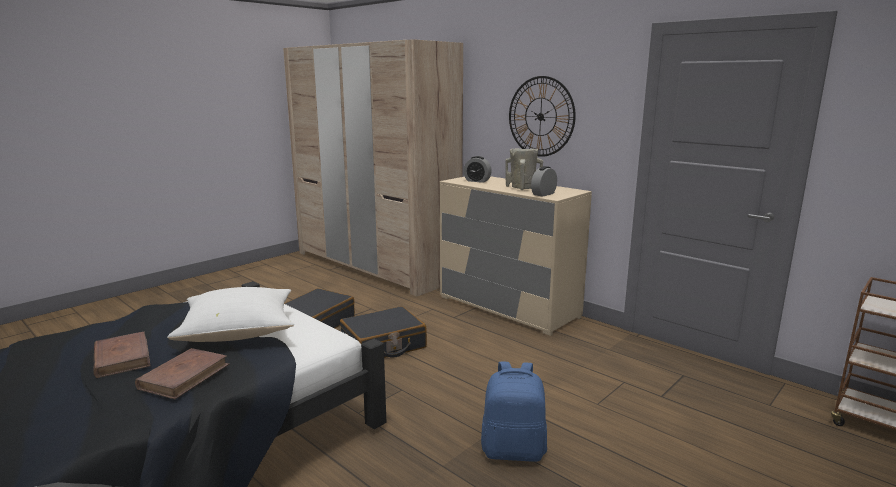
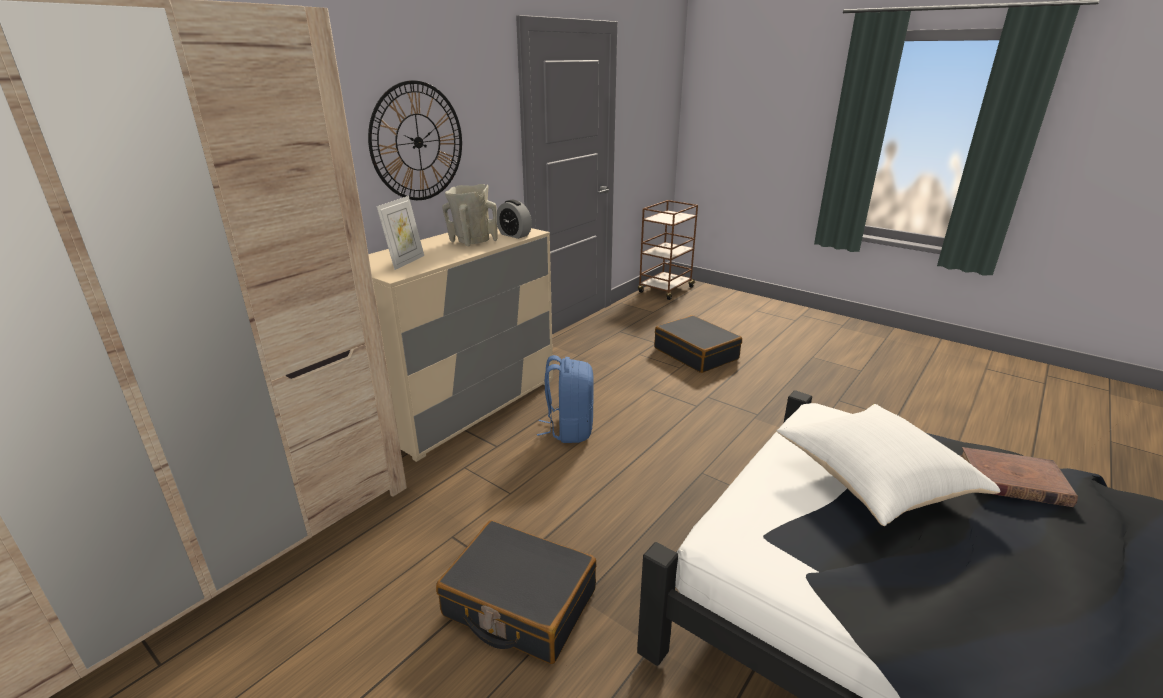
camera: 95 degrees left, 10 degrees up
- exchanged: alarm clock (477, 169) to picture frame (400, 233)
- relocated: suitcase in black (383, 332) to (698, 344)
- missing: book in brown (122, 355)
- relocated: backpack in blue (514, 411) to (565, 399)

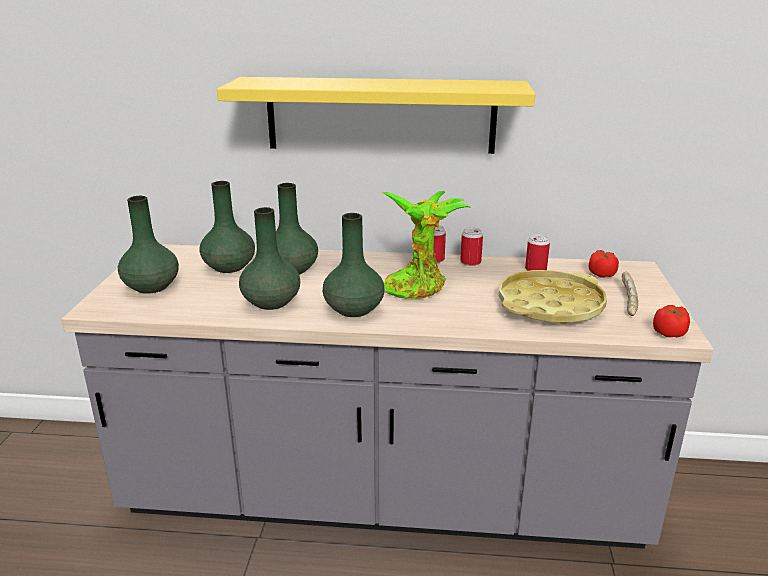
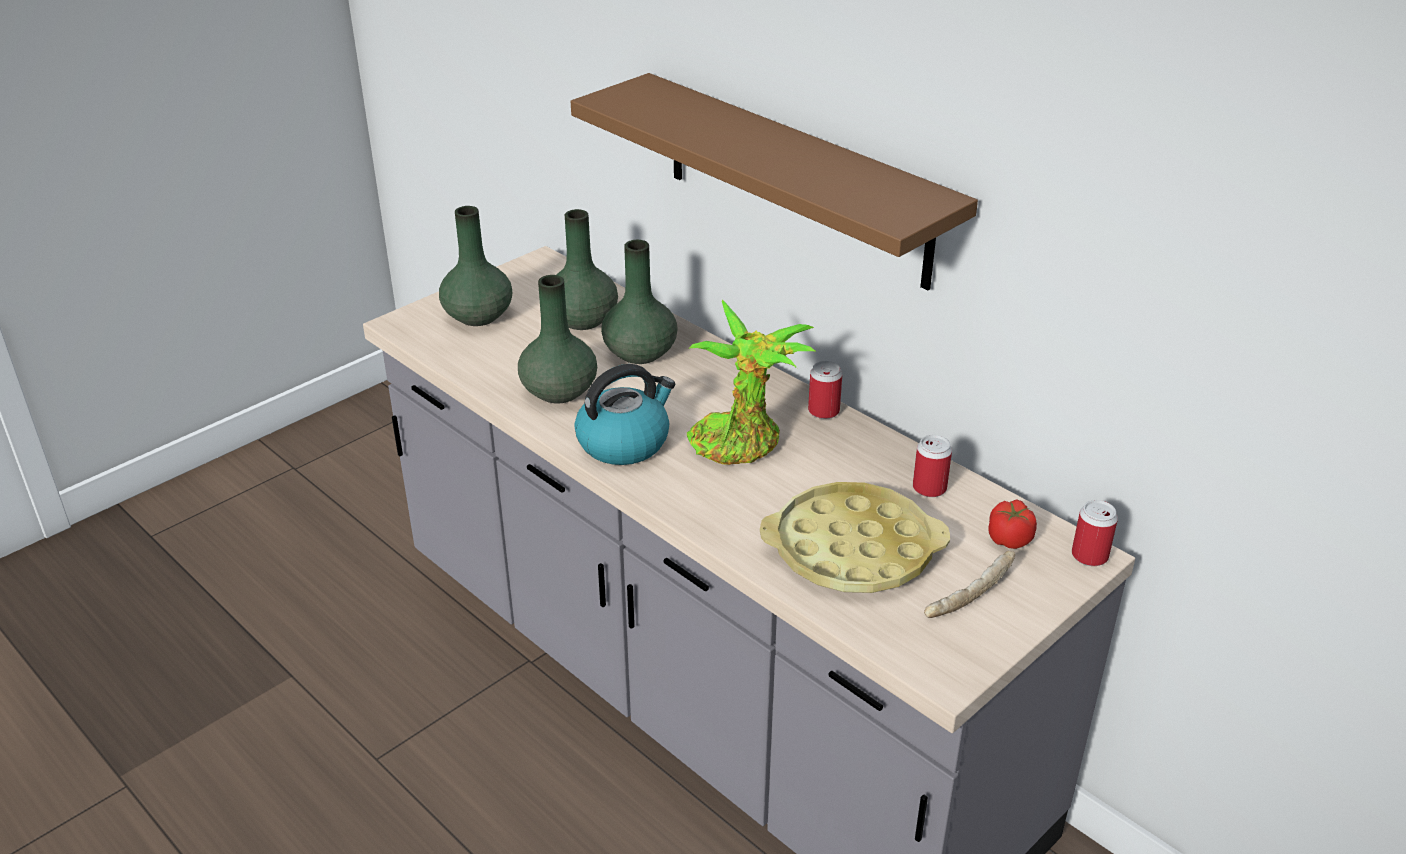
camera: 40 degrees right, 10 degrees up
- colour: shelf in yellow (376, 115) to shelf in brown (774, 181)
- exchanged: vase in green (354, 265) to kettle (625, 414)
- relocated: can (471, 246) to (1095, 533)
- missing: tomato (671, 321)

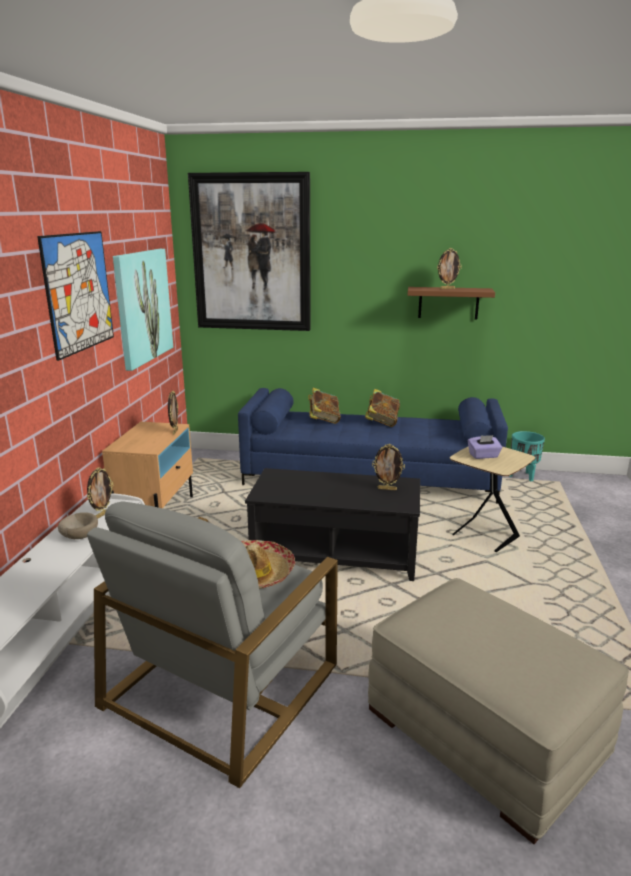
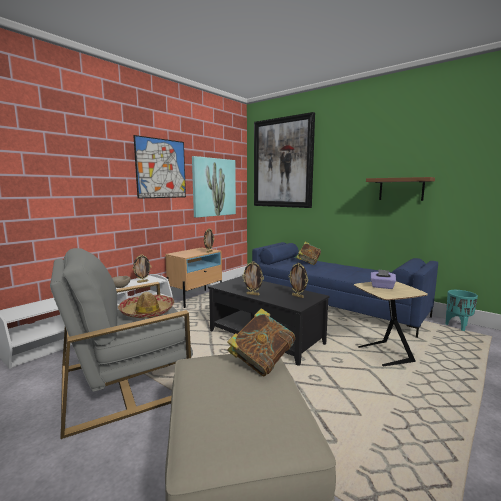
camera: 30 degrees right, 10 degrees down
- relocated: picture frame (449, 268) to (253, 278)
- relocated: book (382, 408) to (261, 342)

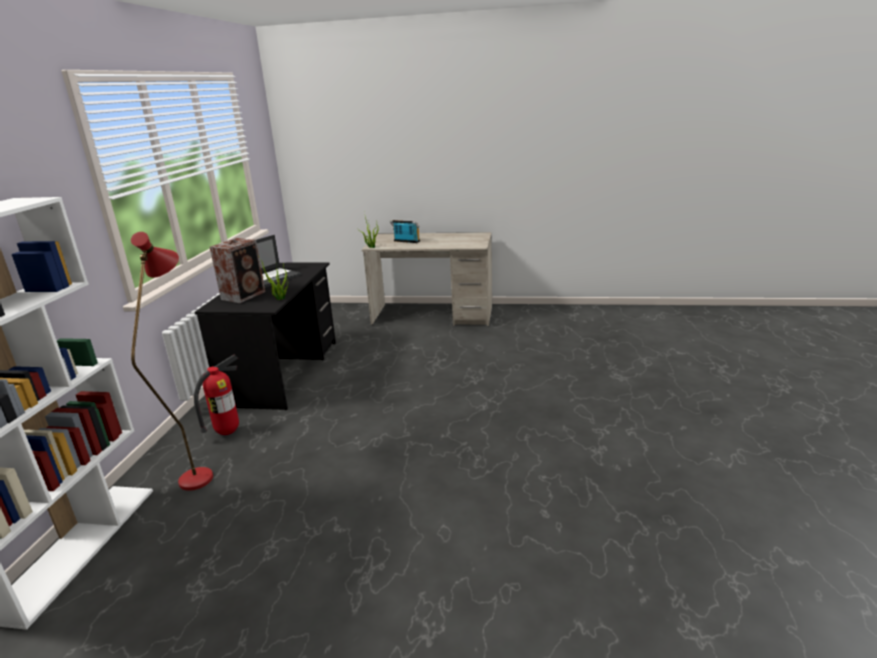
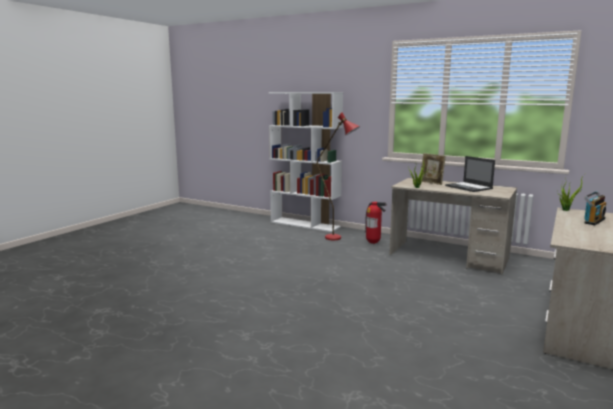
camera: 110 degrees right, 10 degrees down
- exchanged: speaker (237, 270) to picture frame (433, 169)
- colour: desk in black (265, 336) to desk in beige (453, 226)

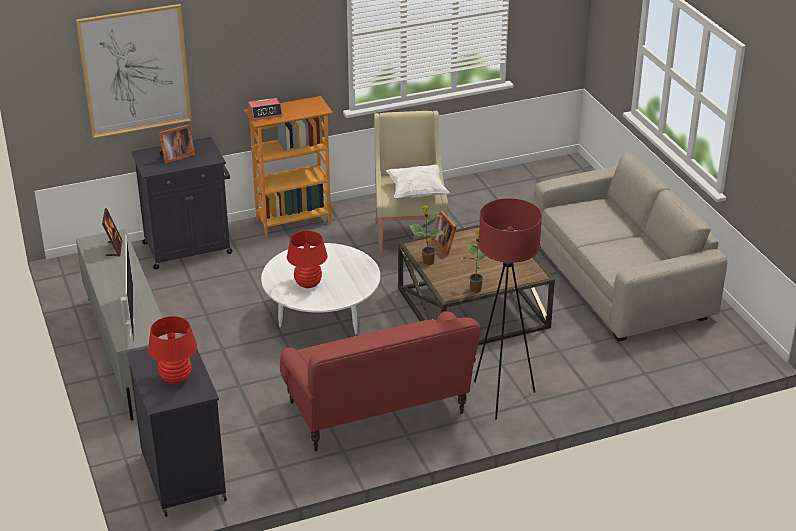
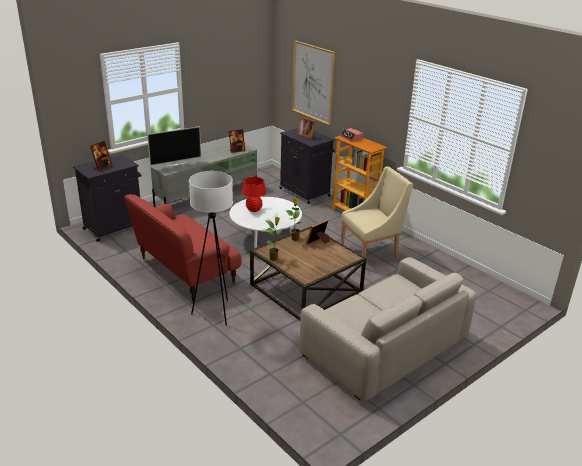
camera: 70 degrees right, 5 degrees down
- missing: pillow in white (418, 181)
- colour: floor lamp in red (508, 309) to floor lamp in white (211, 248)
- exchanged: table lamp in red (172, 350) to picture frame (101, 155)

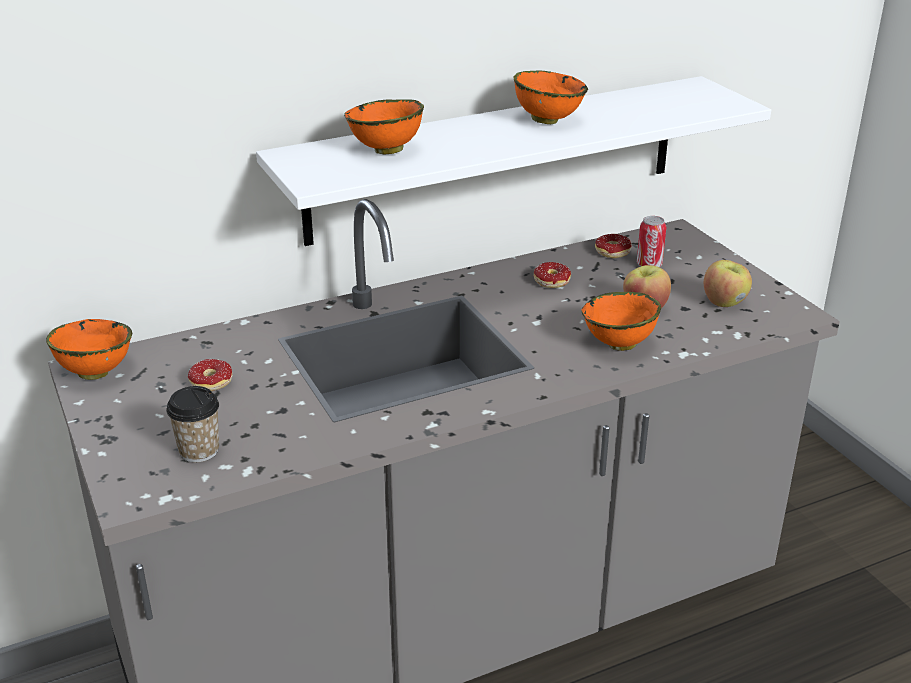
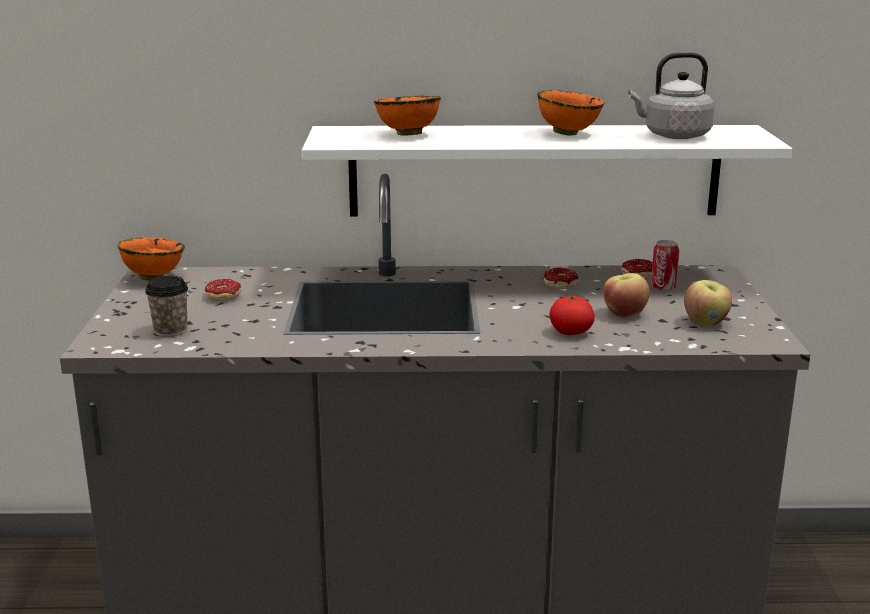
camera: 25 degrees right, 10 degrees down
- exchanged: bowl in orange (621, 321) to tomato (572, 315)
- appeared: kettle in grey (671, 95)

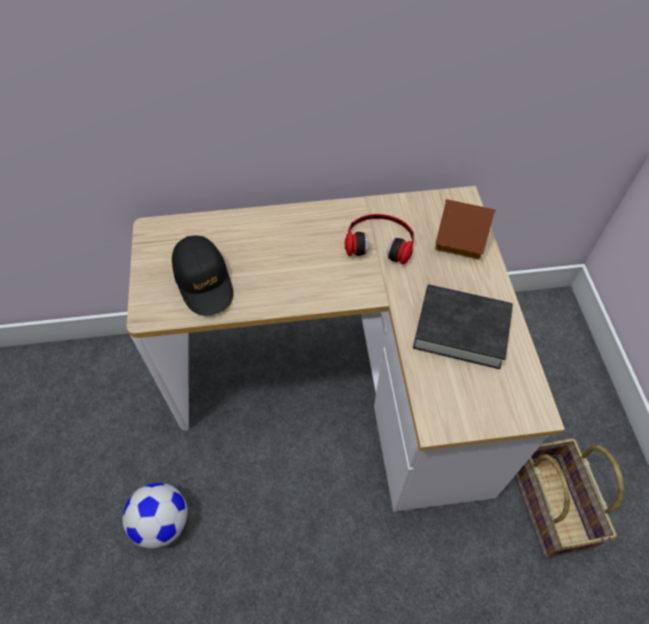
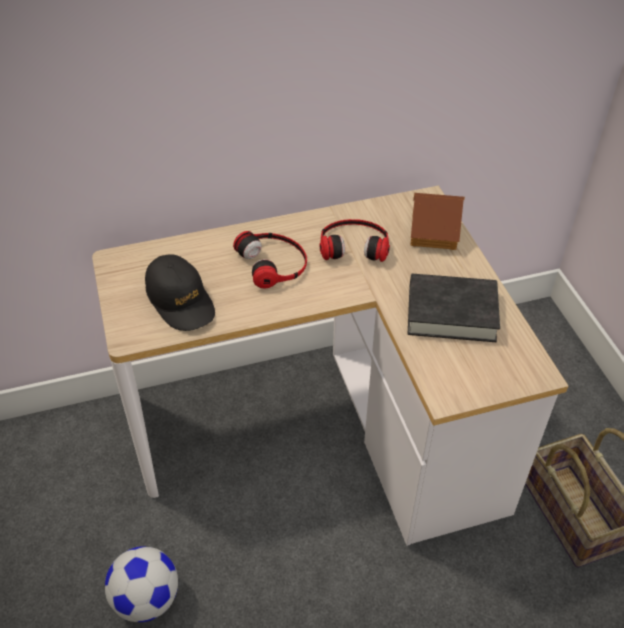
camera: 10 degrees left, 10 degrees down
- appeared: headphones (270, 259)

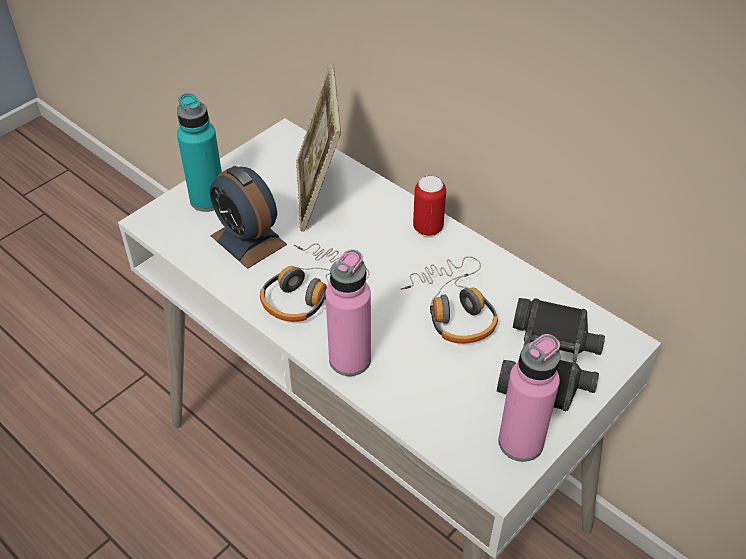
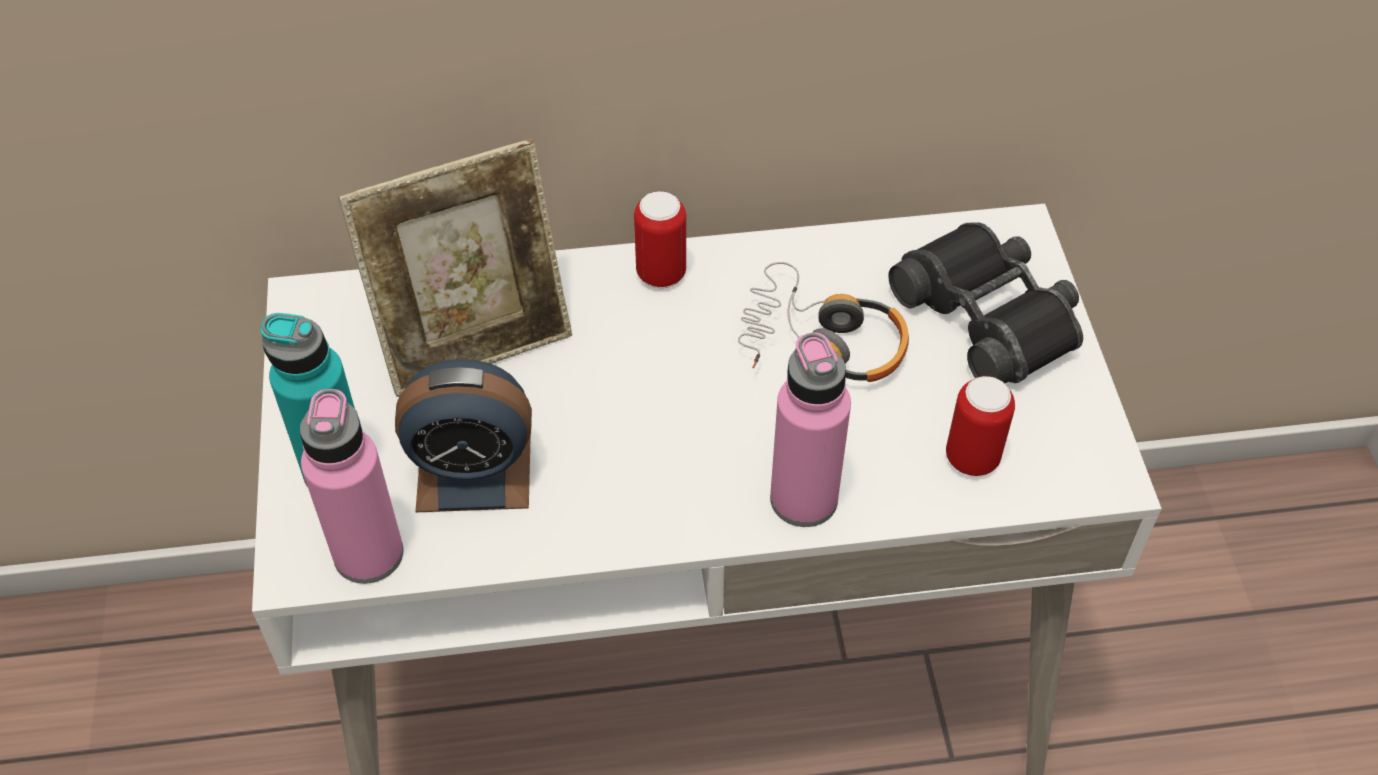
camera: 50 degrees left, 5 degrees up
- spun: picture frame (318, 147) = (455, 268) 60 degrees counterclockwise
- missing: headphones (315, 282)
- relocated: bottle in pink (529, 398) to (352, 486)
- appeared: can (980, 426)

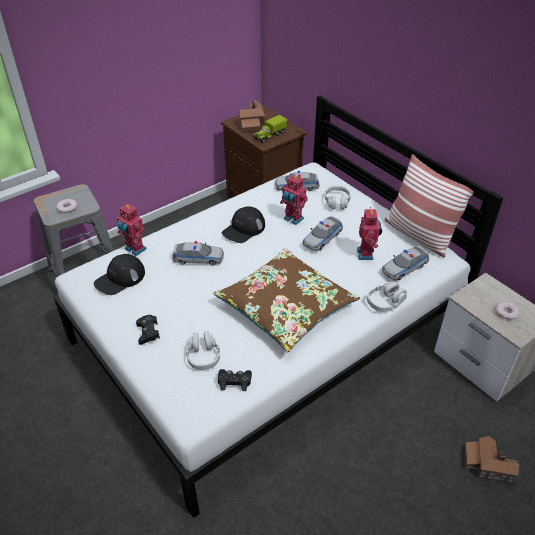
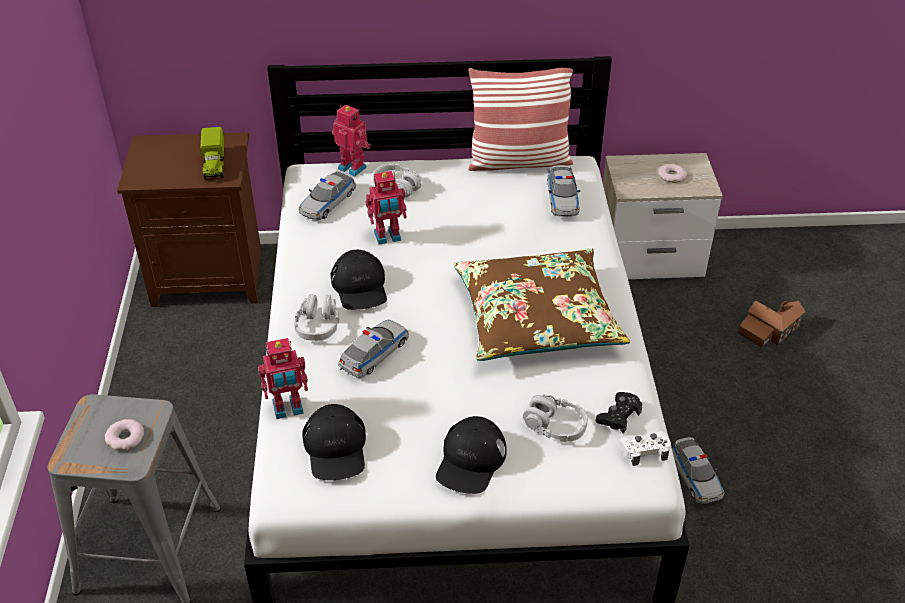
camera: 55 degrees left, 0 degrees up
- missing: toy house (252, 116)
- relocated: toy robot (369, 233) to (351, 141)
- relocated: toy car (323, 233) to (697, 470)
- relocated: headphones in grey (387, 297) to (317, 317)
- exchanged: game controller in black (148, 330) to cap in black (471, 455)
- appeared: game controller in white (645, 448)

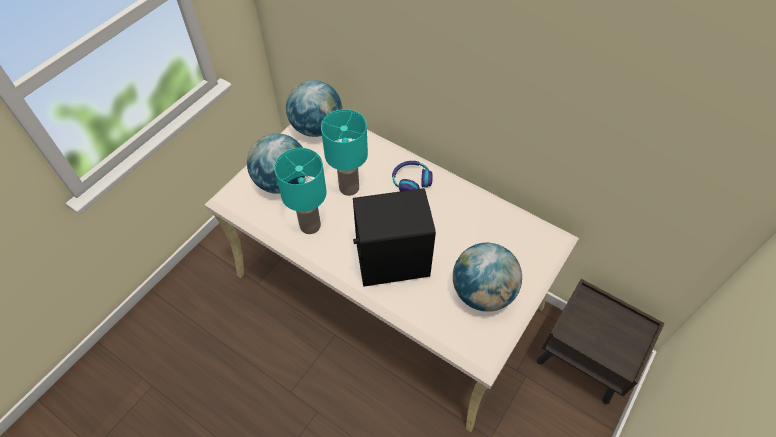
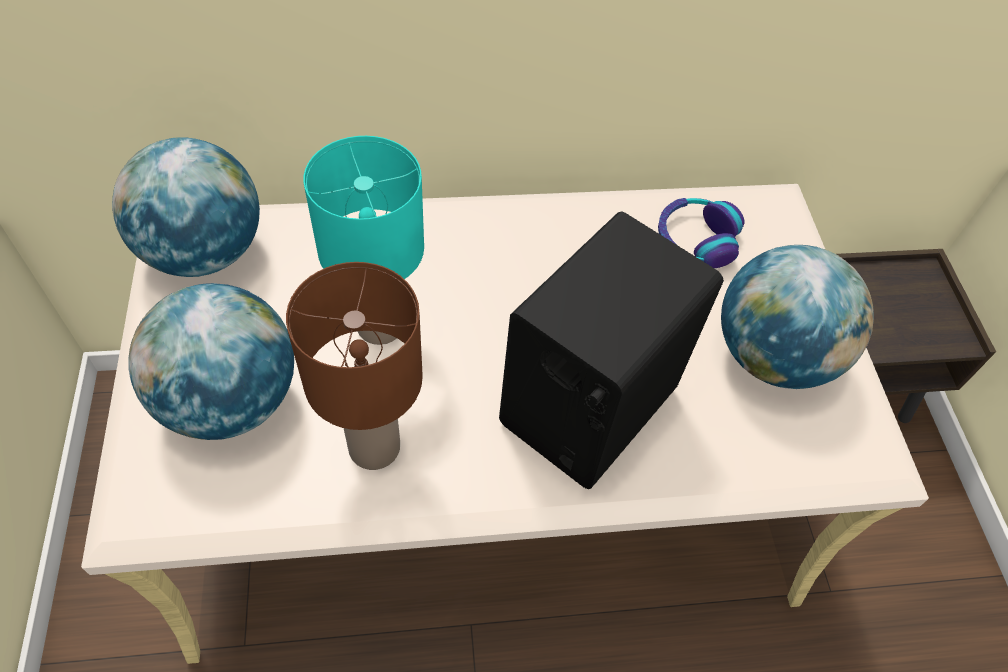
camera: 45 degrees left, 0 degrees up
- colour: table lamp in turquoise (300, 191) to table lamp in brown (354, 366)
- relocated: headphones (412, 176) to (701, 233)

